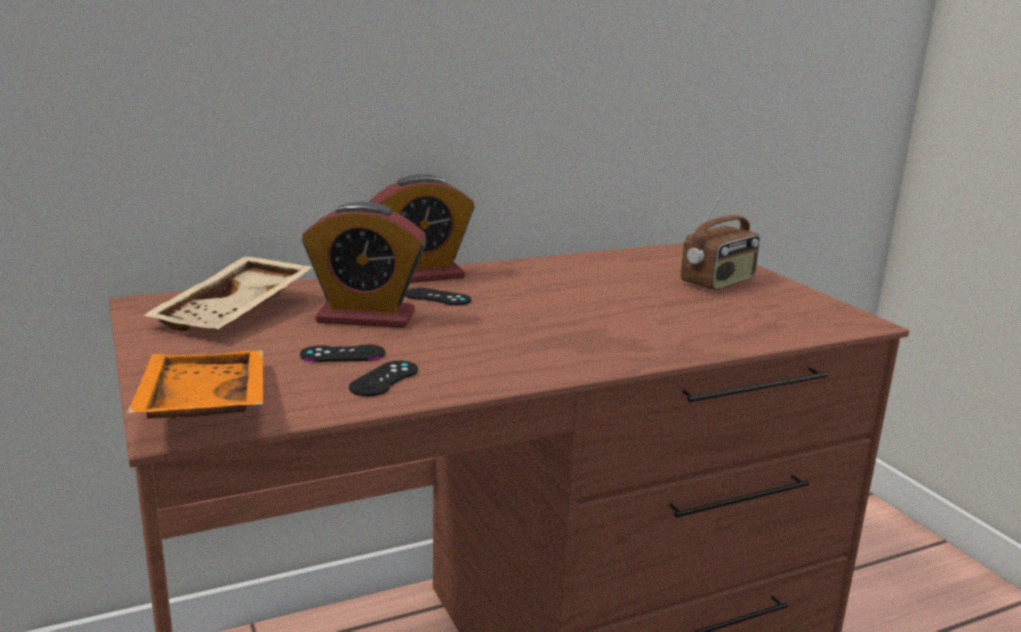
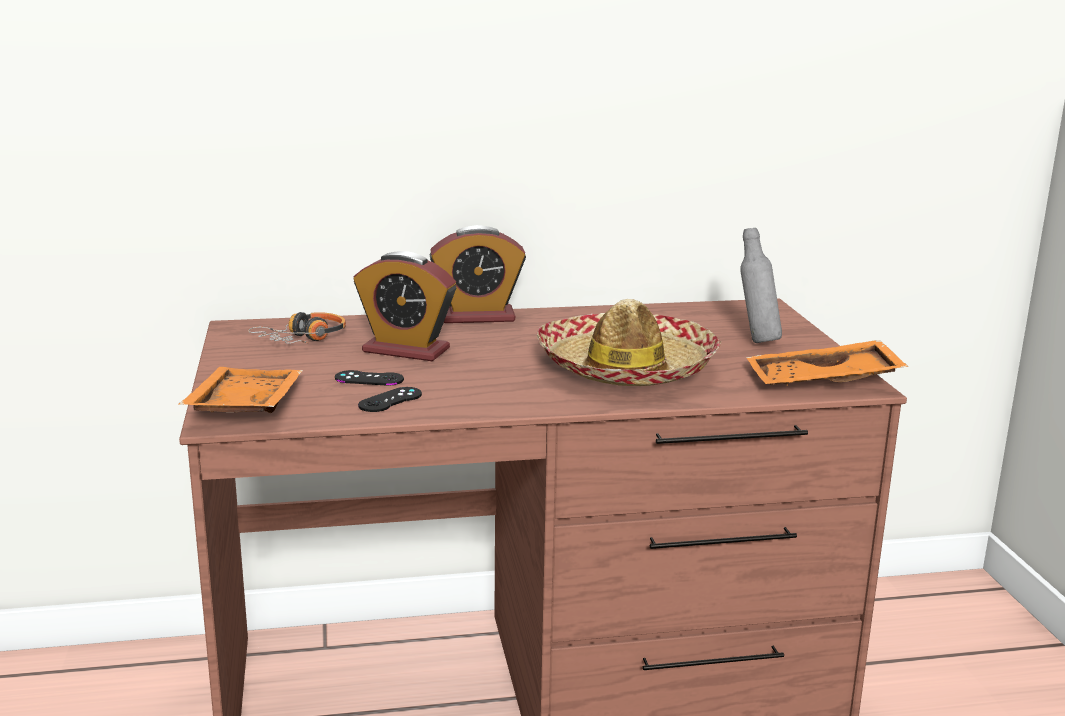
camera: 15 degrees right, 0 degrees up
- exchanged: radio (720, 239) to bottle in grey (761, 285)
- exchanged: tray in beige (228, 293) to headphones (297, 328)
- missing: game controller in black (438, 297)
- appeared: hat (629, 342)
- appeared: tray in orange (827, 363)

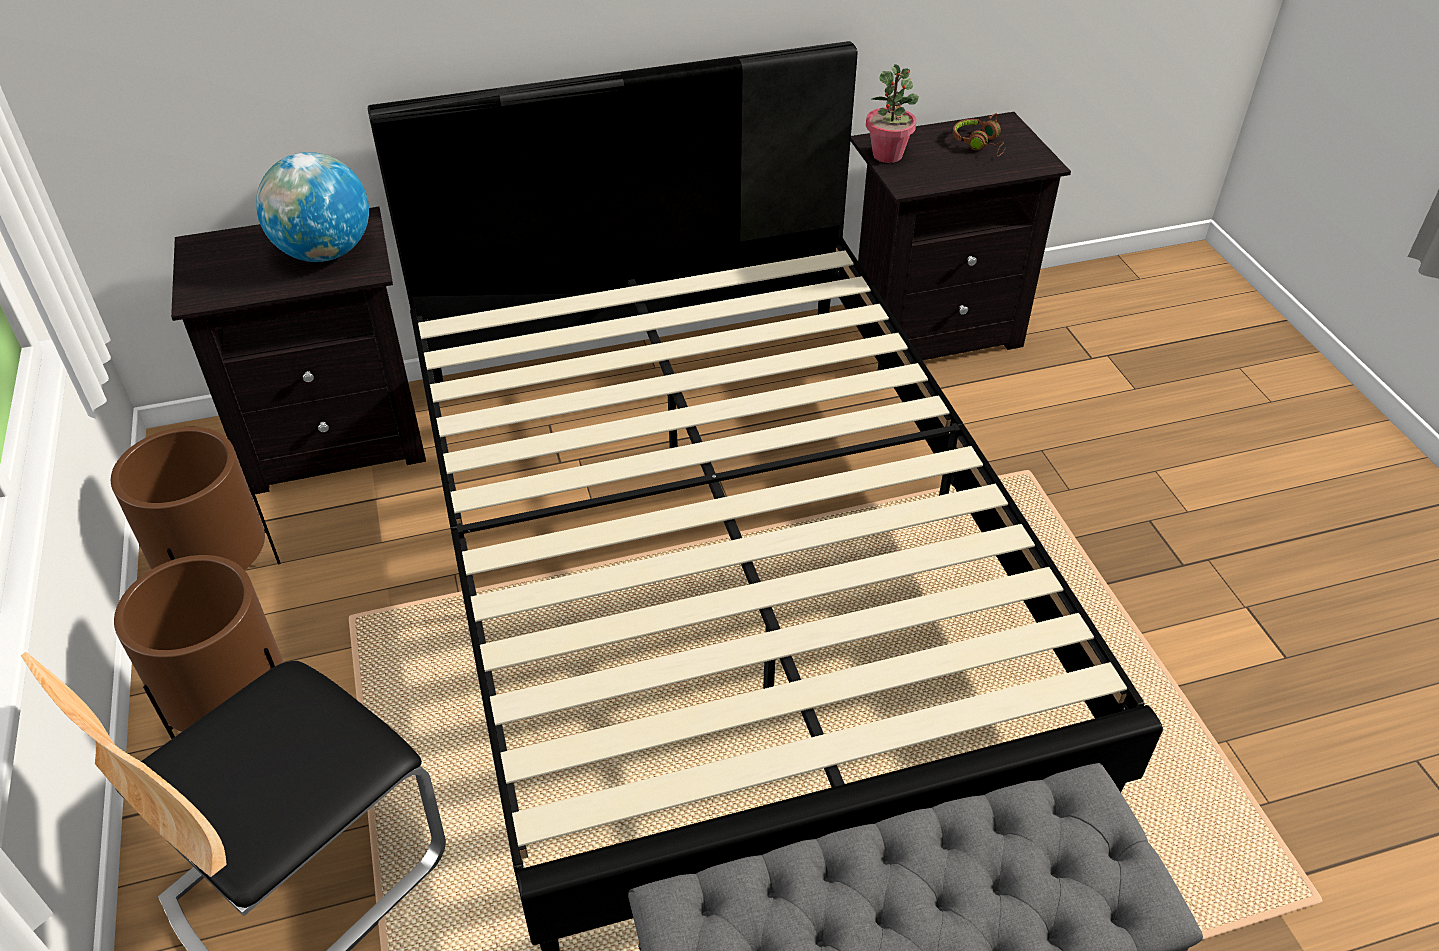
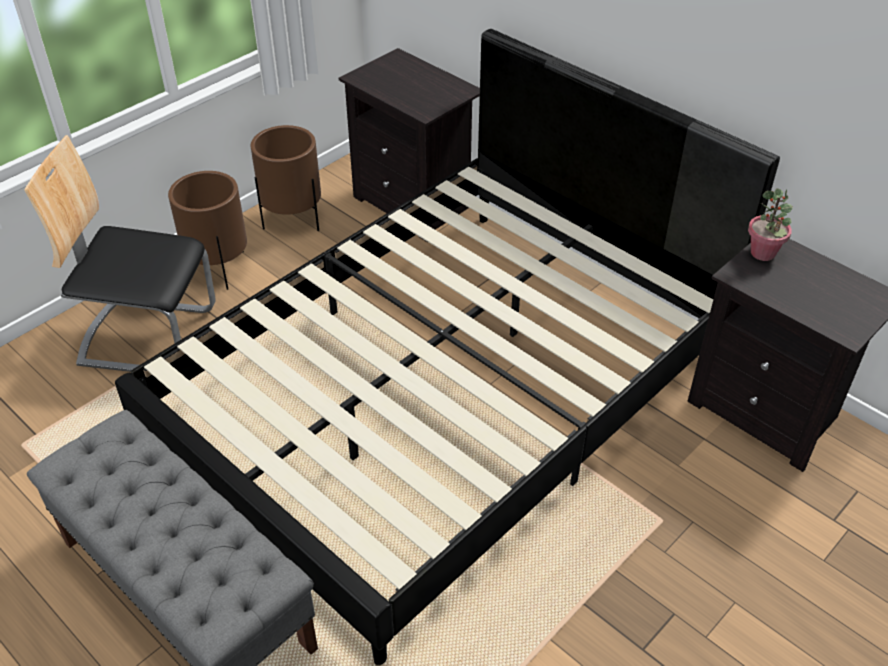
camera: 60 degrees right, 0 degrees up
- missing: headphones in brown (980, 135)
- missing: globe (312, 207)

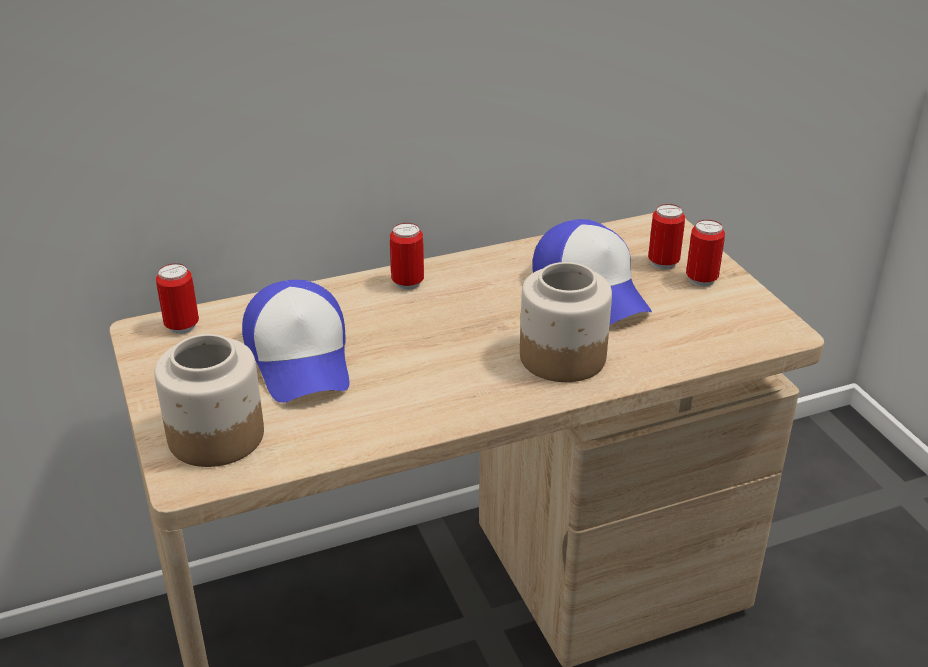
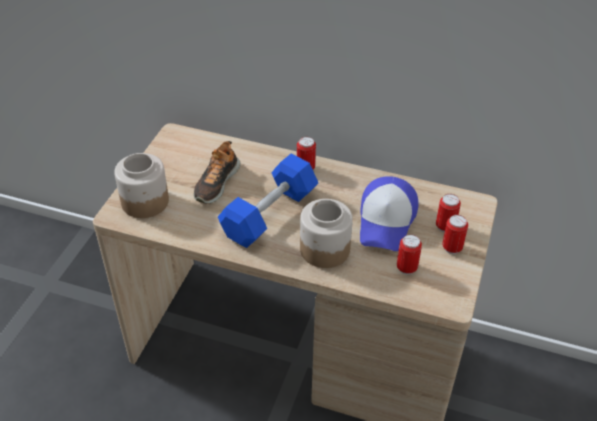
camera: 40 degrees right, 10 degrees up
- relocated: can (177, 298) to (409, 254)
- exchanged: cap (295, 341) to shoe (217, 172)
- appeared: dumbbell in blue (268, 201)

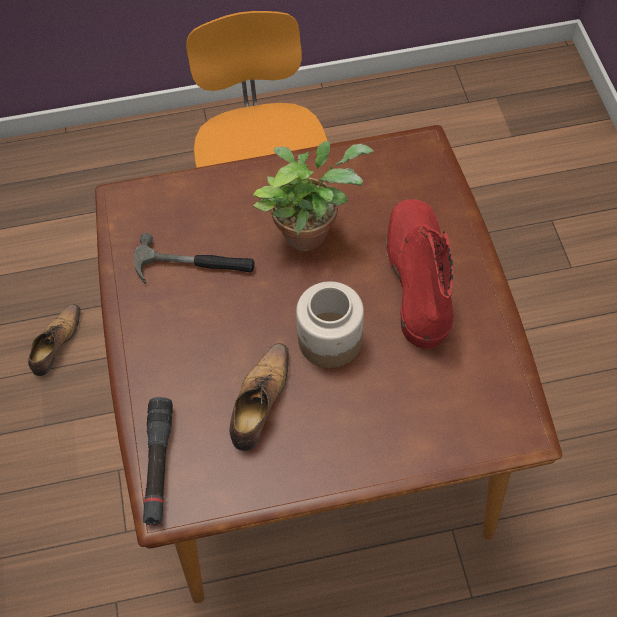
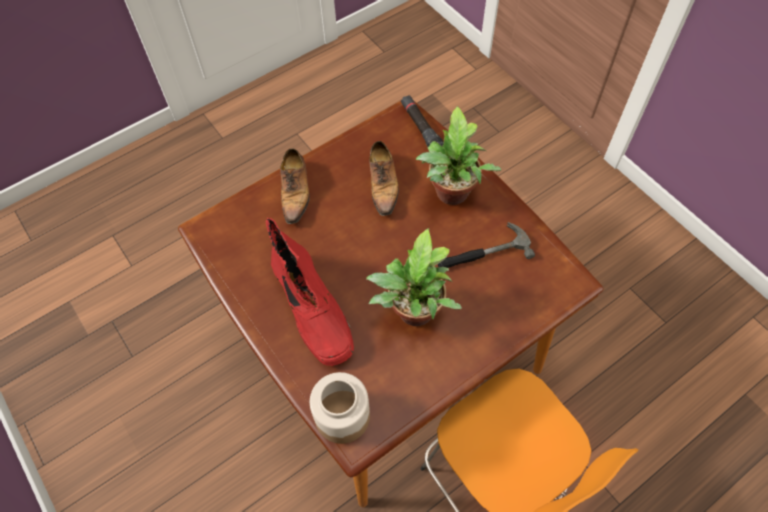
camera: 155 degrees right, 0 degrees up
- relocated: jar (330, 324) to (340, 408)
- relocated: shoe (54, 340) to (295, 186)
- appeared: potted plant (459, 155)

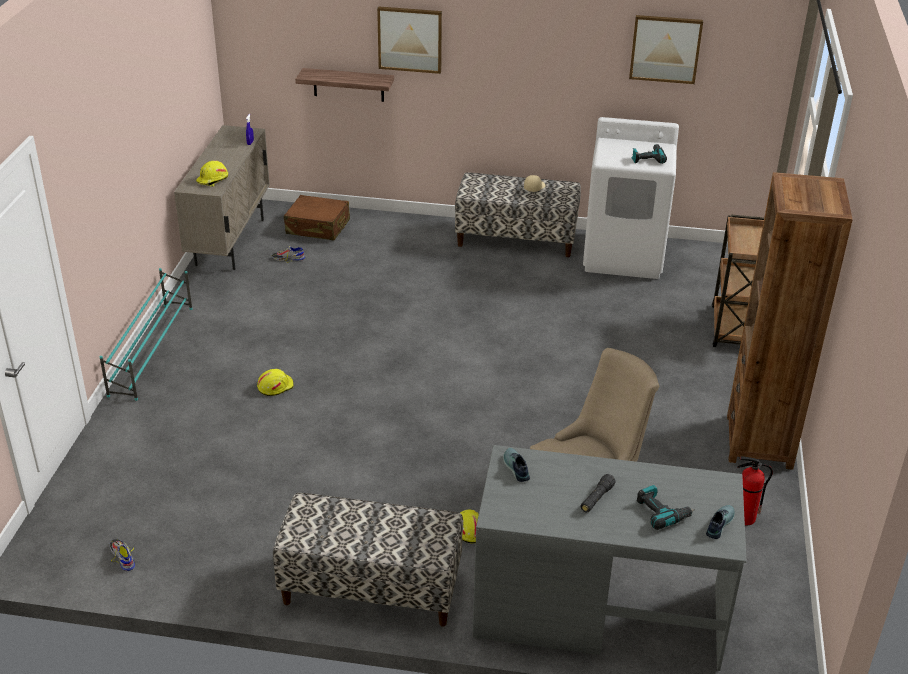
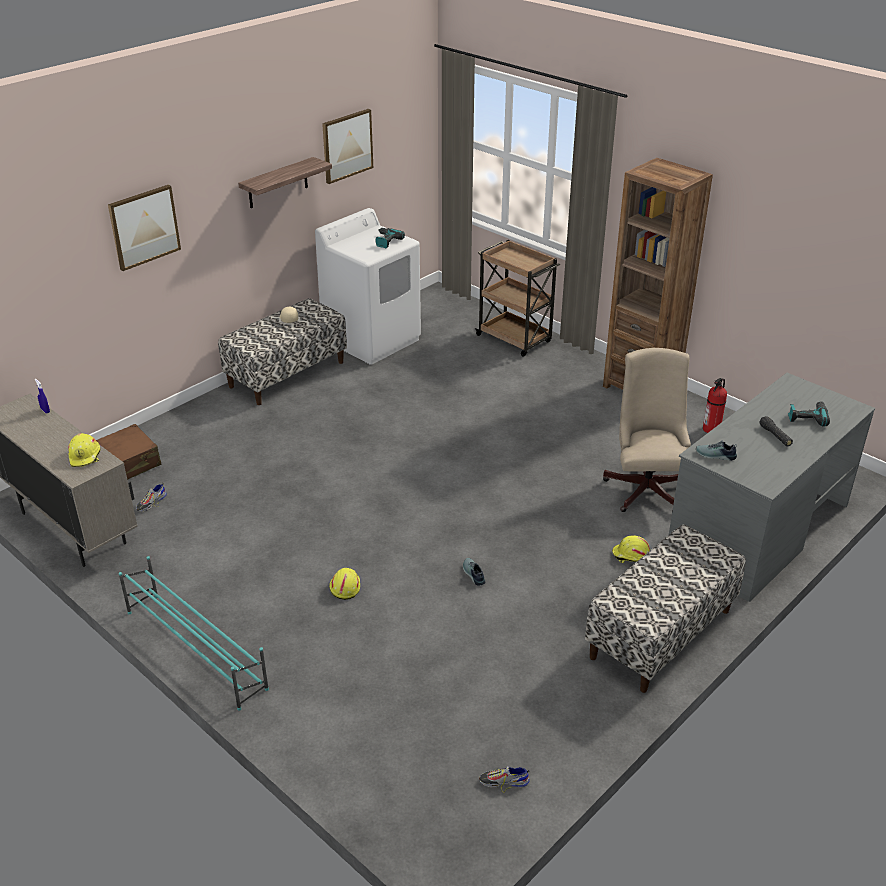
camera: 55 degrees left, 0 degrees up
- relocated: shelf (344, 85) to (285, 182)
- relocated: shoe (720, 522) to (474, 572)

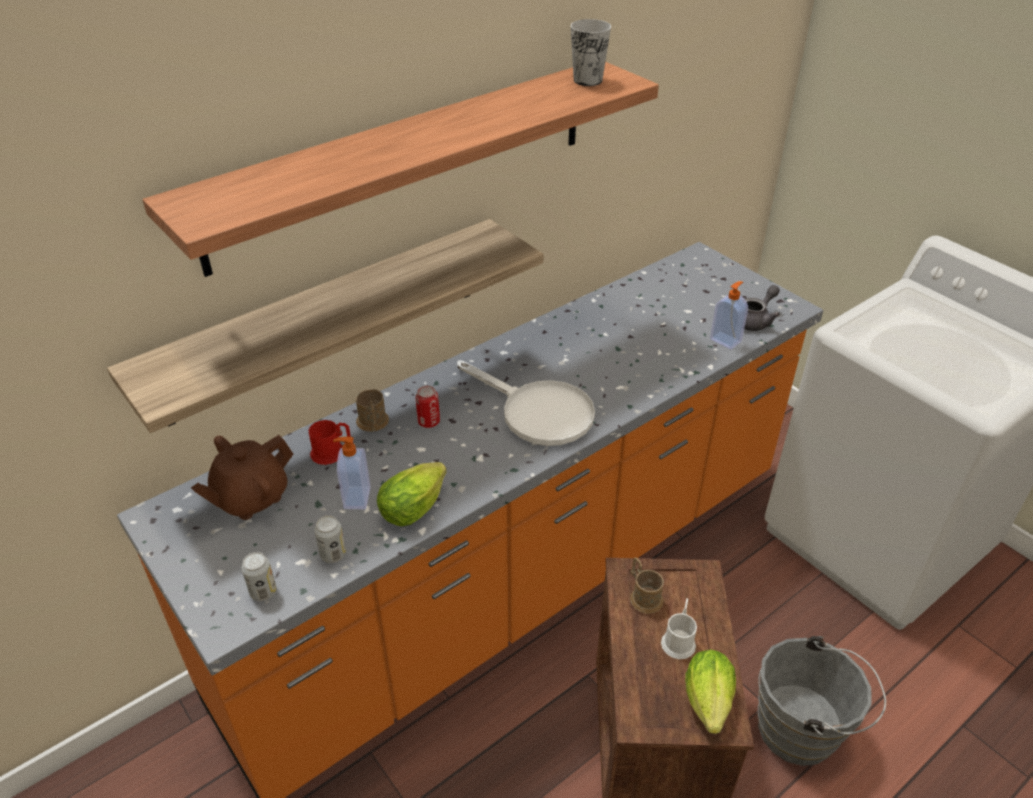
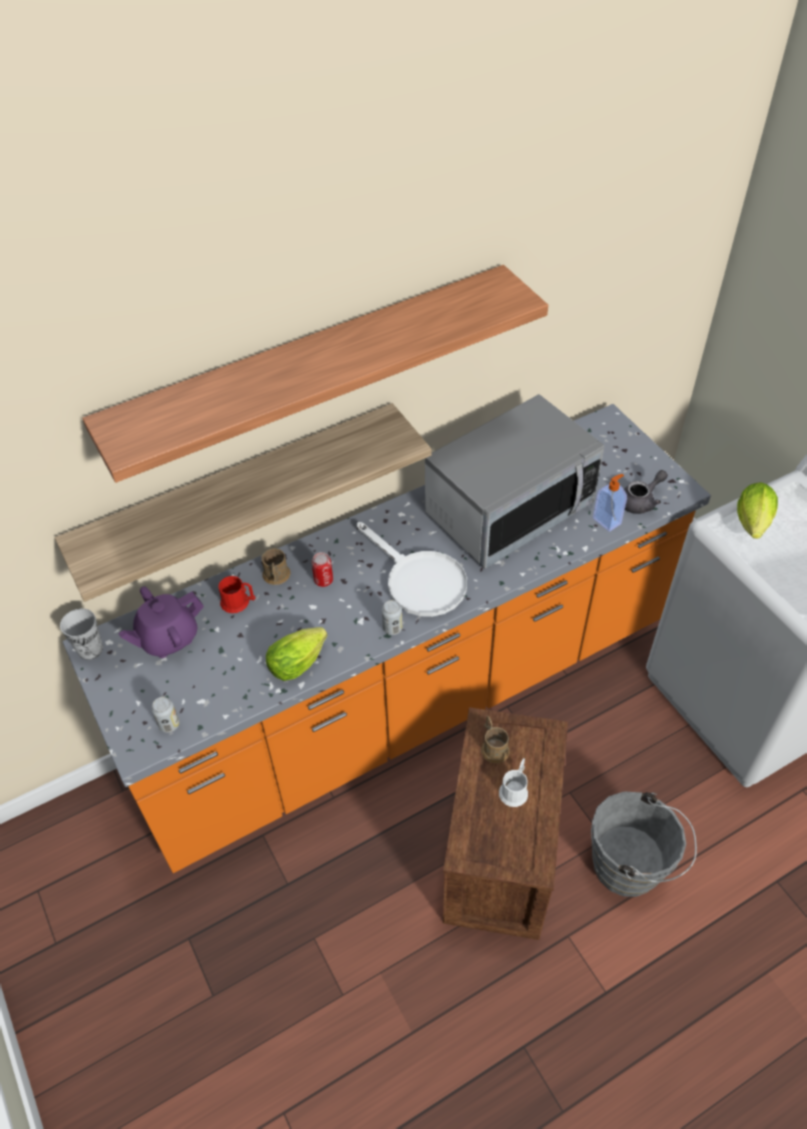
camera: 10 degrees right, 10 degrees up
- relocated: cup (591, 52) to (81, 634)
- colour: teapot in brown (242, 477) to teapot in purple (161, 622)
- missing: soap dispenser (351, 473)
- relocated: can (330, 539) to (392, 617)
- relocated: lettuce (710, 691) to (757, 510)
- appeared: microwave (514, 481)

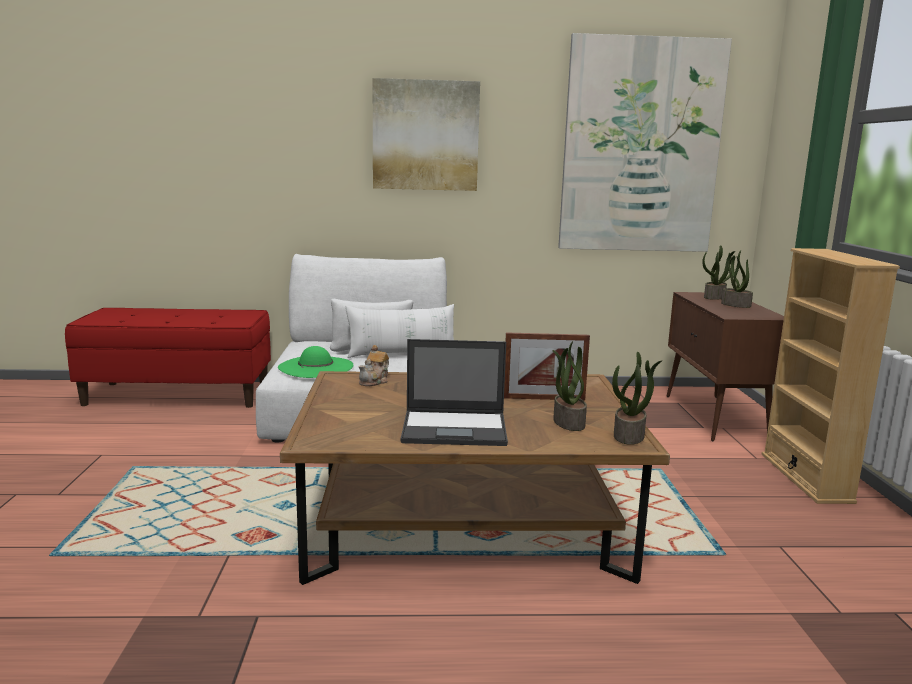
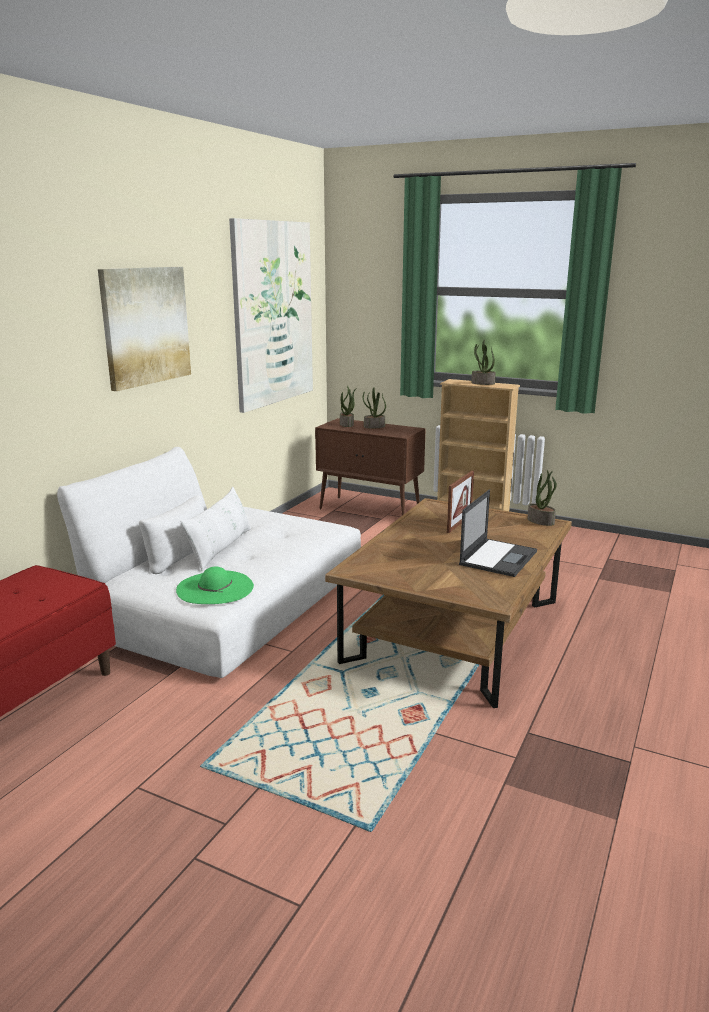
camera: 60 degrees left, 5 degrees up
- relocated: potted plant (569, 386) to (483, 362)
- missing: teapot (373, 365)

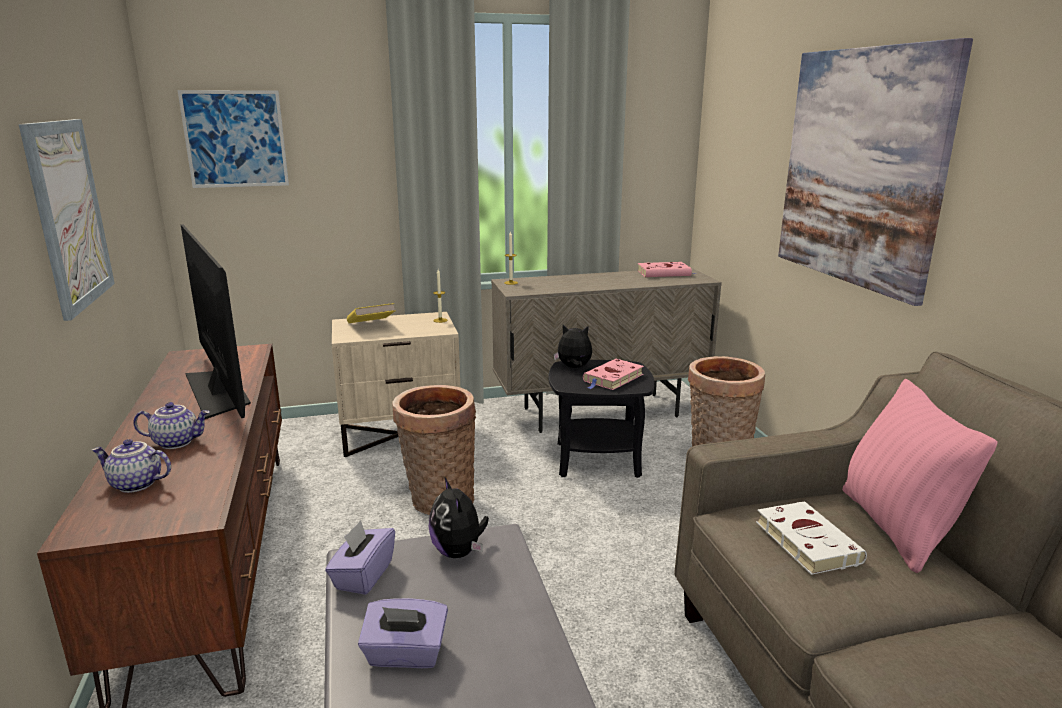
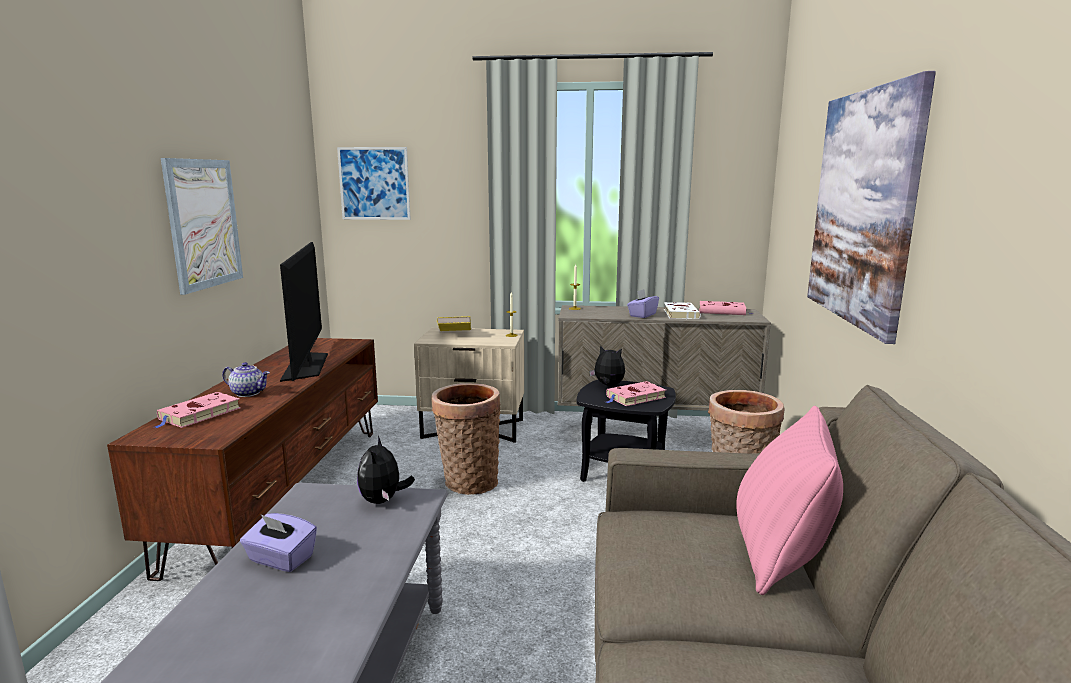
camera: 20 degrees right, 5 degrees down
- exchanged: teapot (131, 466) to book in pink (198, 410)
- relocated: book in white (811, 538) to (682, 310)
- relocated: tissue box in purple (360, 557) to (643, 303)

